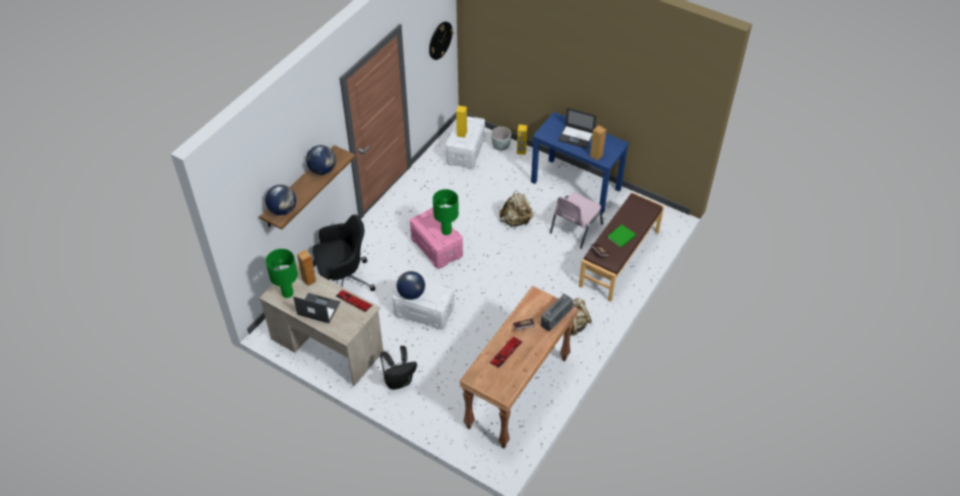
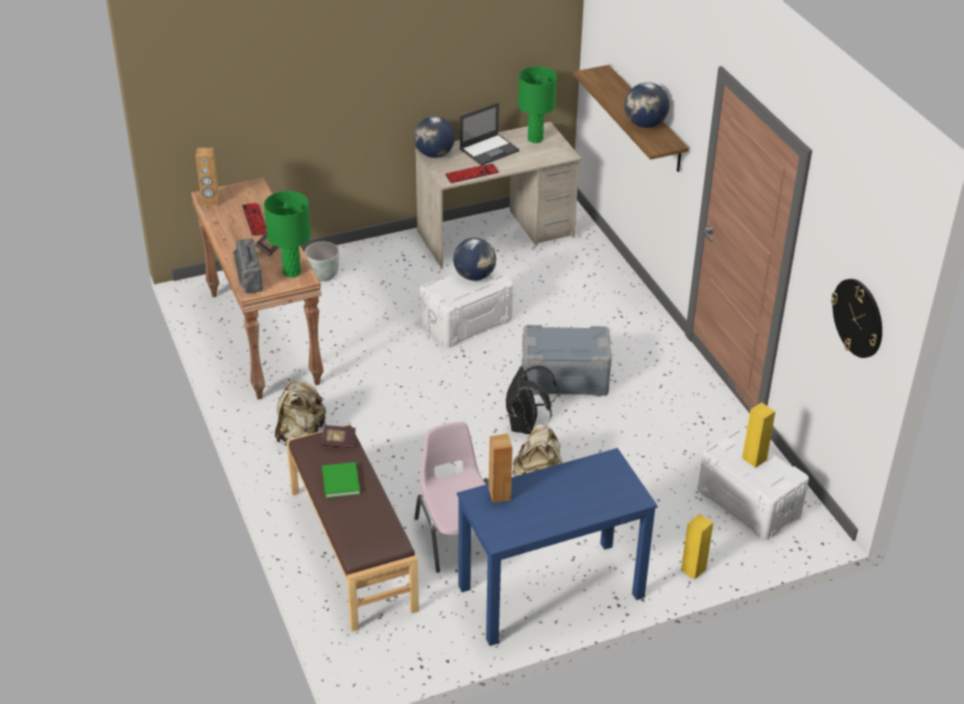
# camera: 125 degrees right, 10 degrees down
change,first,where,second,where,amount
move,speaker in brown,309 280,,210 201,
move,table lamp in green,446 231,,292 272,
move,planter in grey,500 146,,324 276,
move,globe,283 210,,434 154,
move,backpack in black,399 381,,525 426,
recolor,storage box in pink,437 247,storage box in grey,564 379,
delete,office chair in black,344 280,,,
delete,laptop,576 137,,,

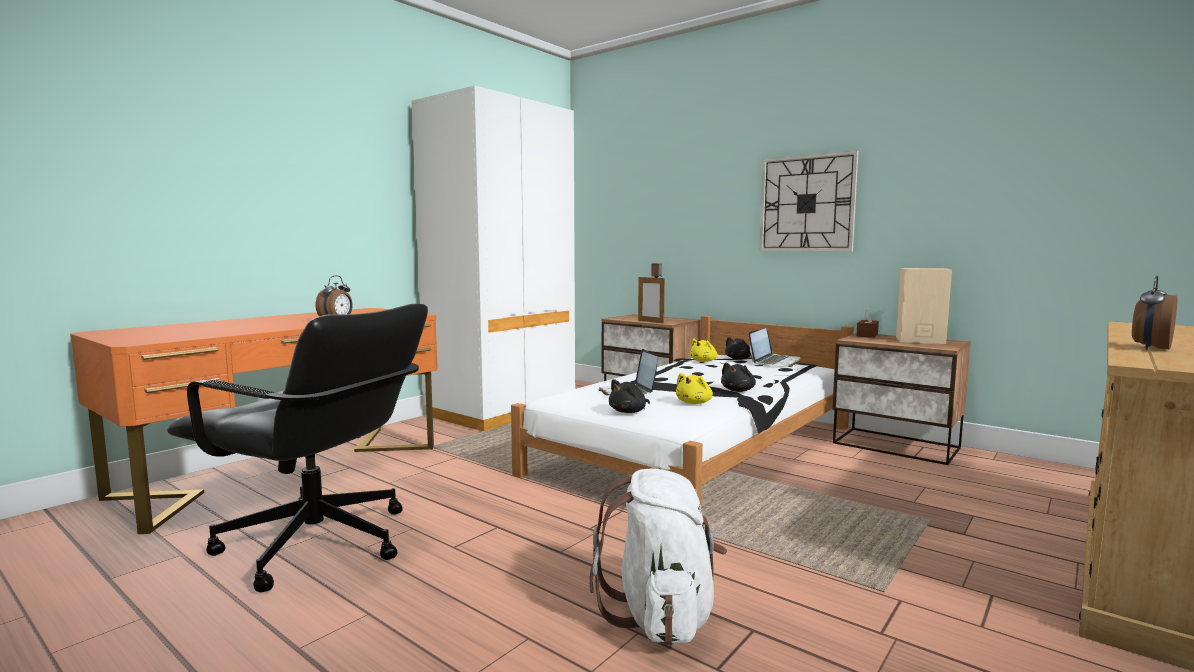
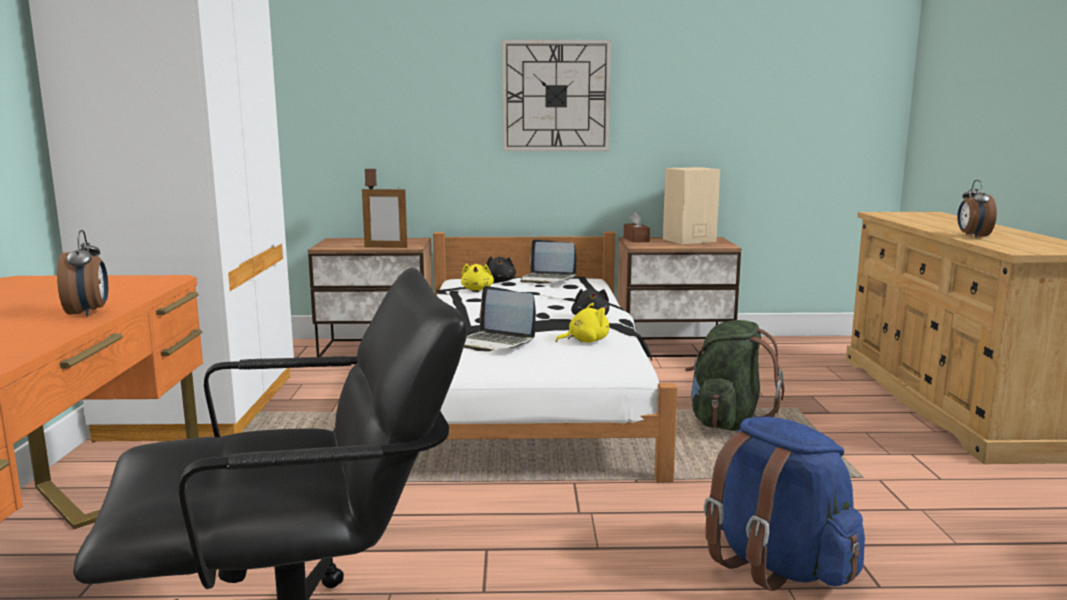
# camera: 40 degrees left, 5 degrees up
change,first,where,second,where,amount
rotate,laptop,775 362,,547 279,120 degrees clockwise
rotate,plush toy in yellow,694 403,,585 341,105 degrees counterclockwise
insert,,,backpack in green,727 423,
recolor,backpack in white,661 615,backpack in blue,776 565,
delete,plush toy in black,629 412,,,

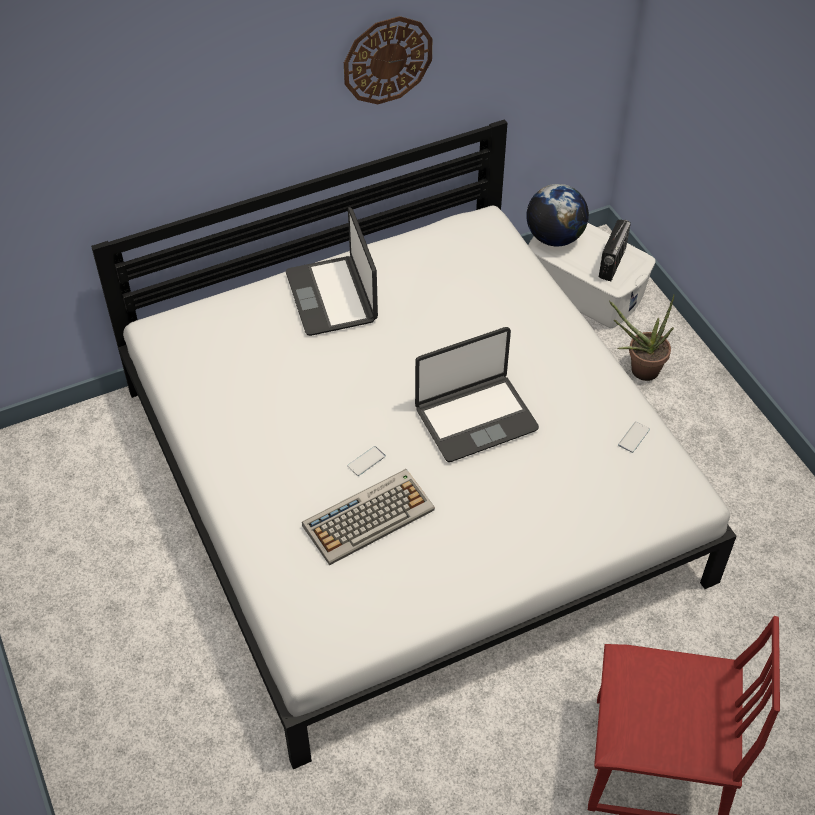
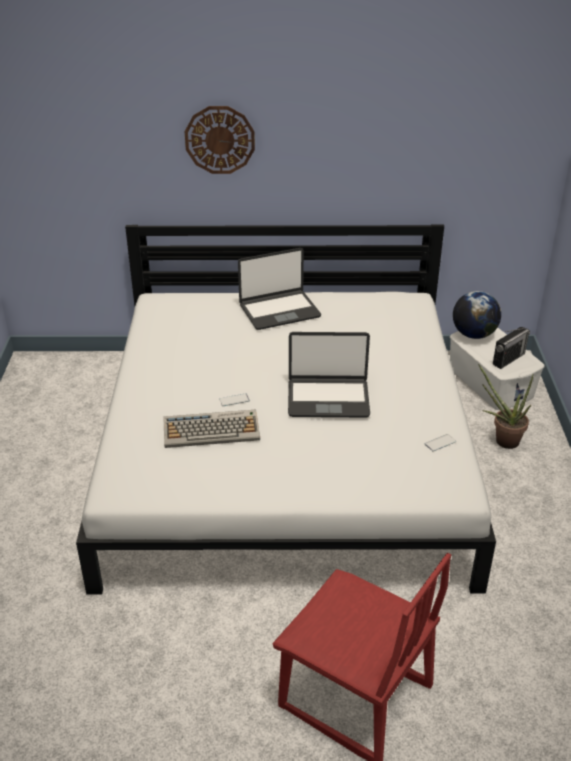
# camera: 25 degrees right, 15 degrees down
change,first,where,second,where,amount
move,wall clock,387 60,,220 140,
rotate,laptop,332 297,,279 311,120 degrees counterclockwise

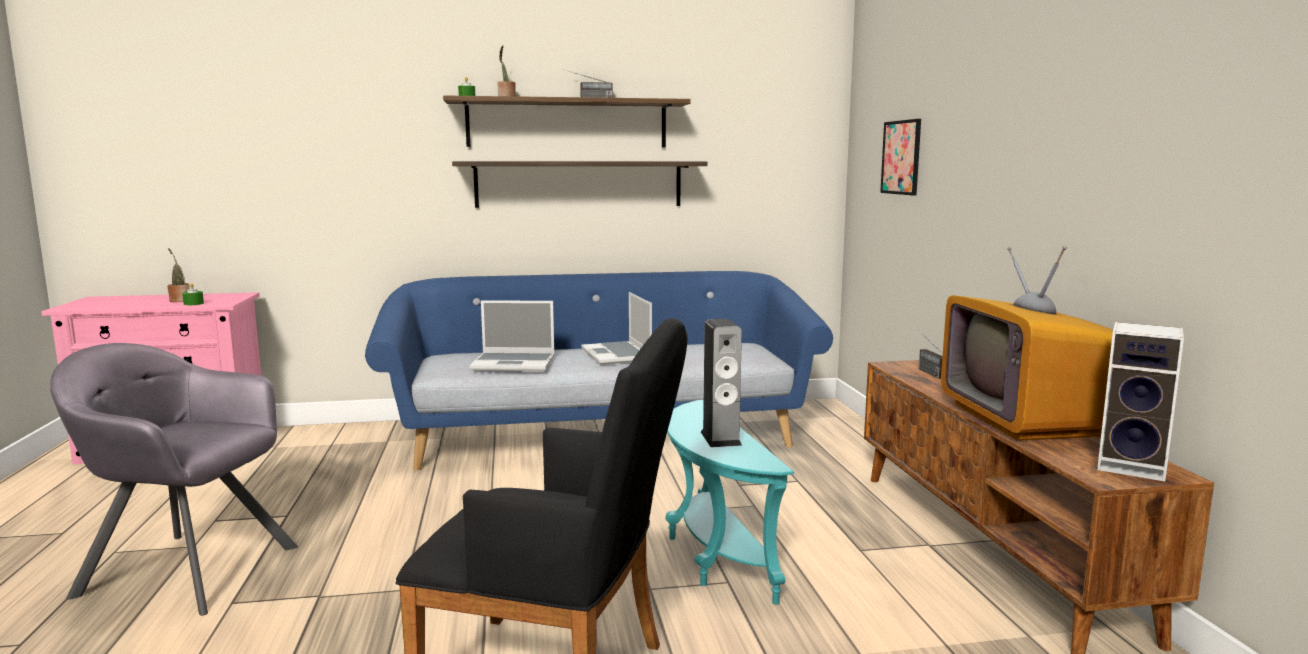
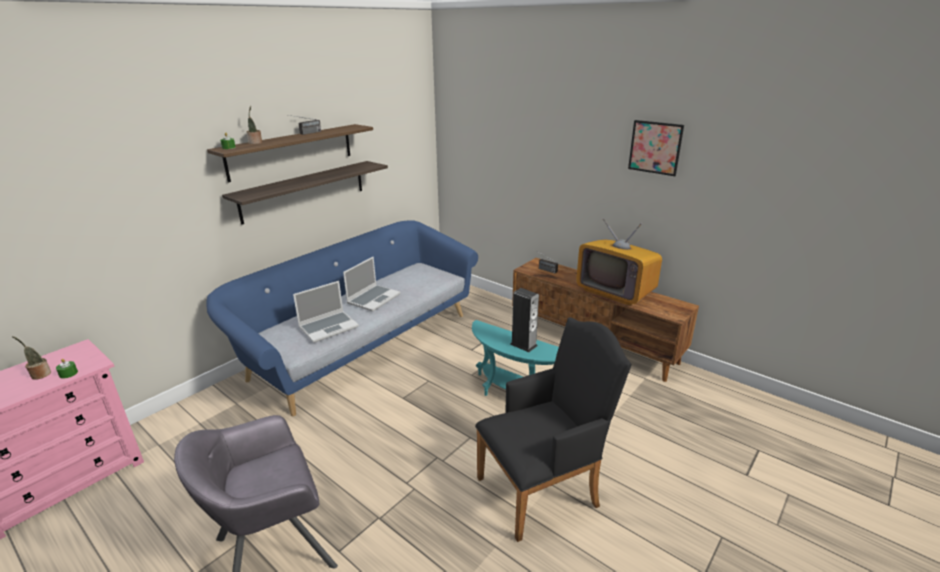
# camera: 40 degrees left, 15 degrees up
change,first,where,second,where,amount
rotate,laptop,617 355,,373 298,90 degrees counterclockwise
move,picture,901 157,,655 147,
delete,speaker,1134 467,,,

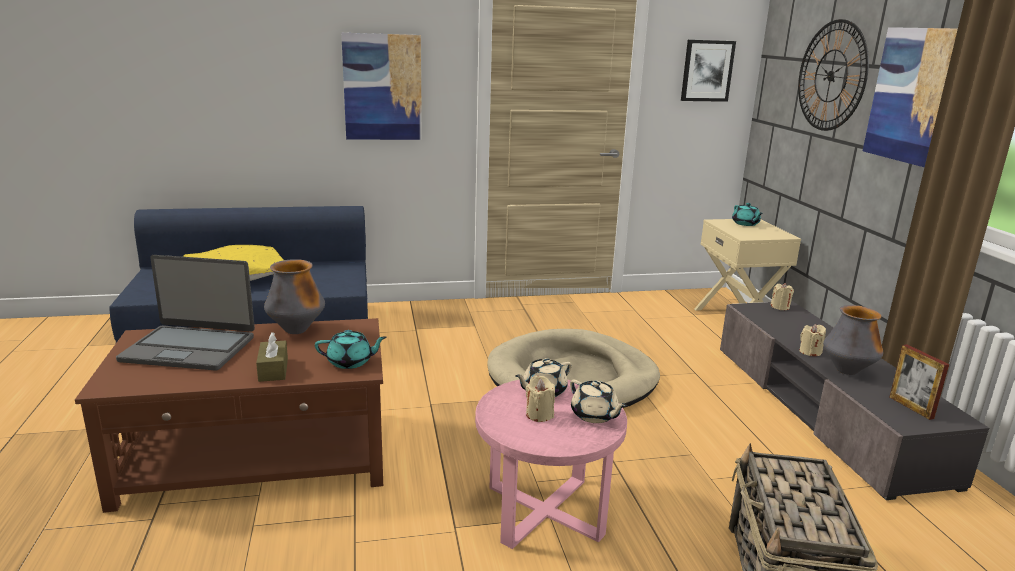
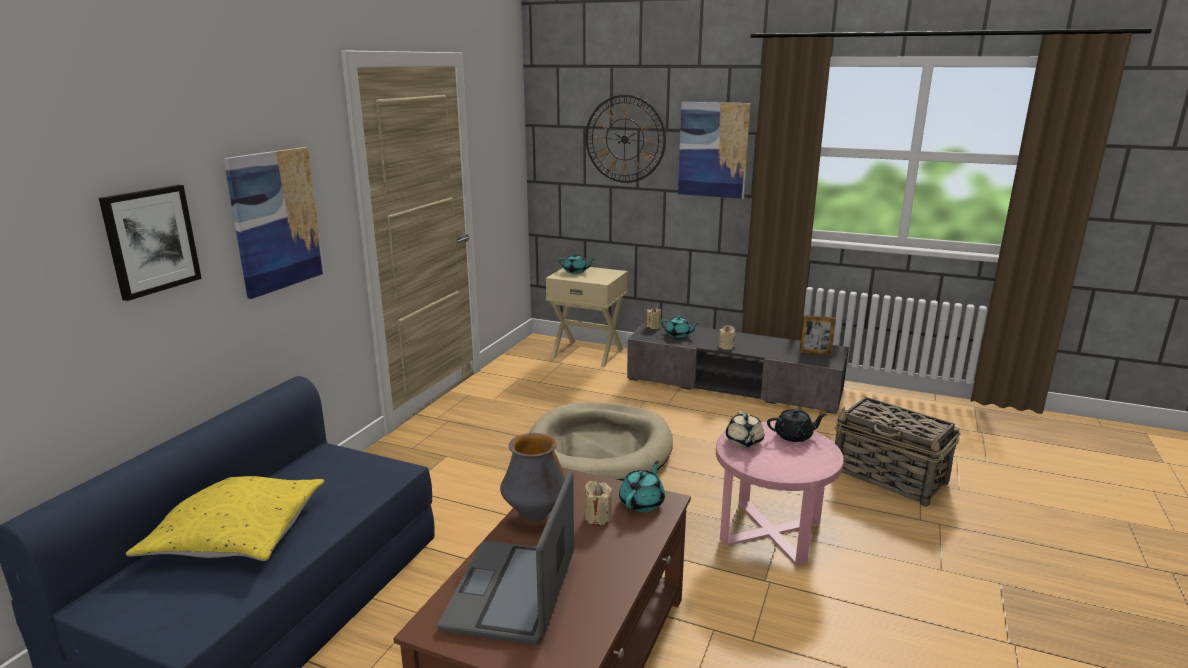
# camera: 55 degrees left, 0 degrees up
change,first,where,second,where,amount
move,picture,707 71,,151 240,
rotate,laptop,190 348,,512 592,150 degrees clockwise
move,candle in beige,539 414,,598 517,
insert,,,teapot in turquoise,678 335,
recolor,teapot in beige,594 415,teapot in black,794 436,
delete,tissue box in brown,273 369,,,
delete,vase,847 371,,,

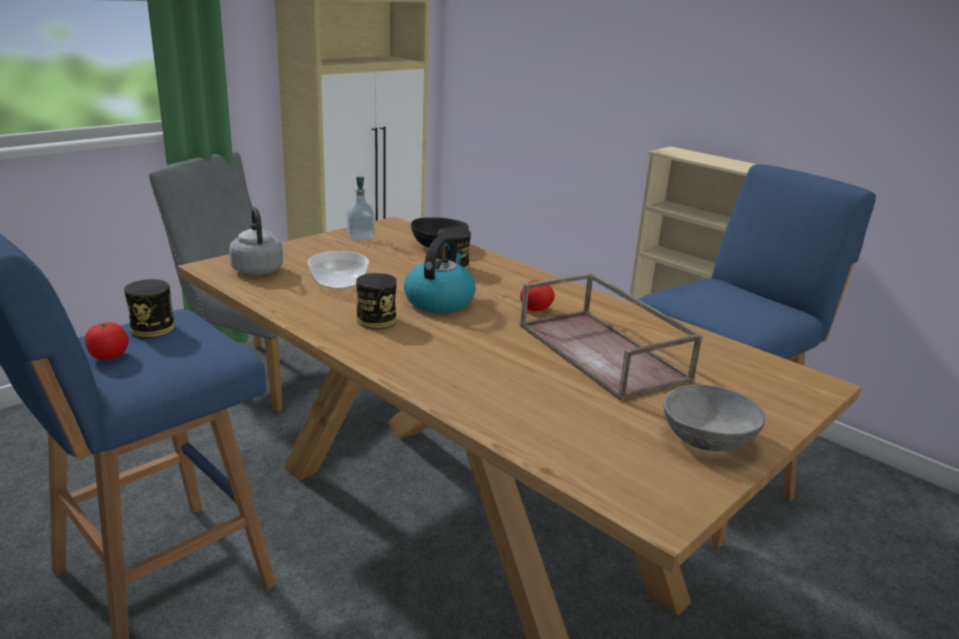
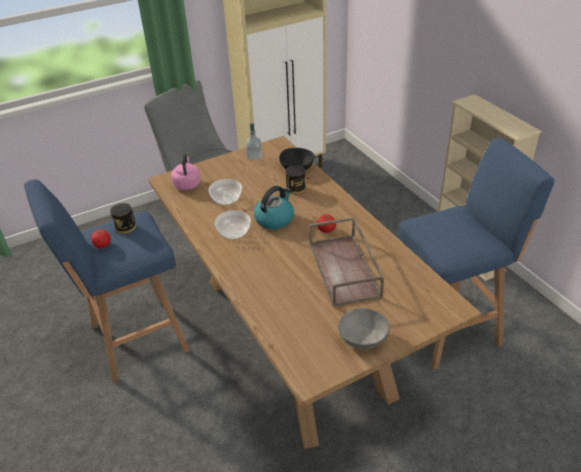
# camera: 20 degrees right, 15 degrees up
change,first,where,second,where,amount
recolor,kettle in grey,257 269,kettle in pink,187 184,
replace,can,376 320,bowl,234 232,

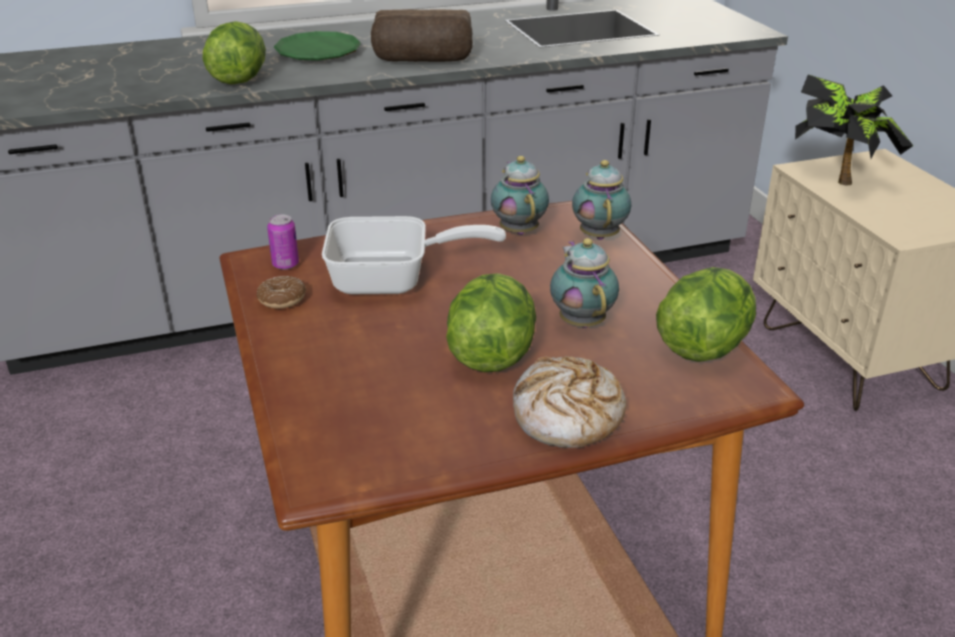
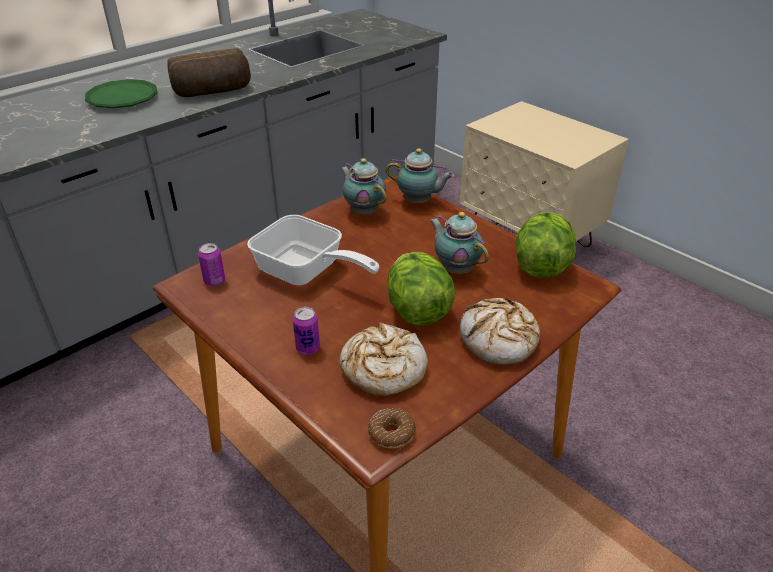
# camera: 25 degrees left, 5 degrees up
change,first,where,second,where,amount
rotate,frying pan,393 280,,306 272,60 degrees clockwise
insert,,,can,308 348,
insert,,,bread,383 369,
move,donut,282 299,,391 433,
rotate,teapot,599 235,,419 202,135 degrees clockwise
delete,lettuce,239 79,,,
delete,potted plant,839 176,,,

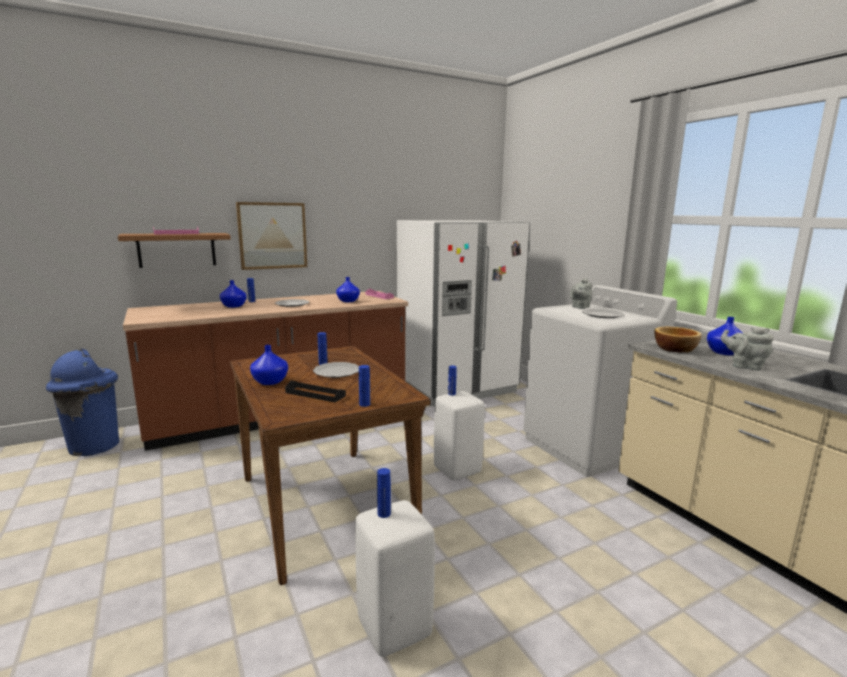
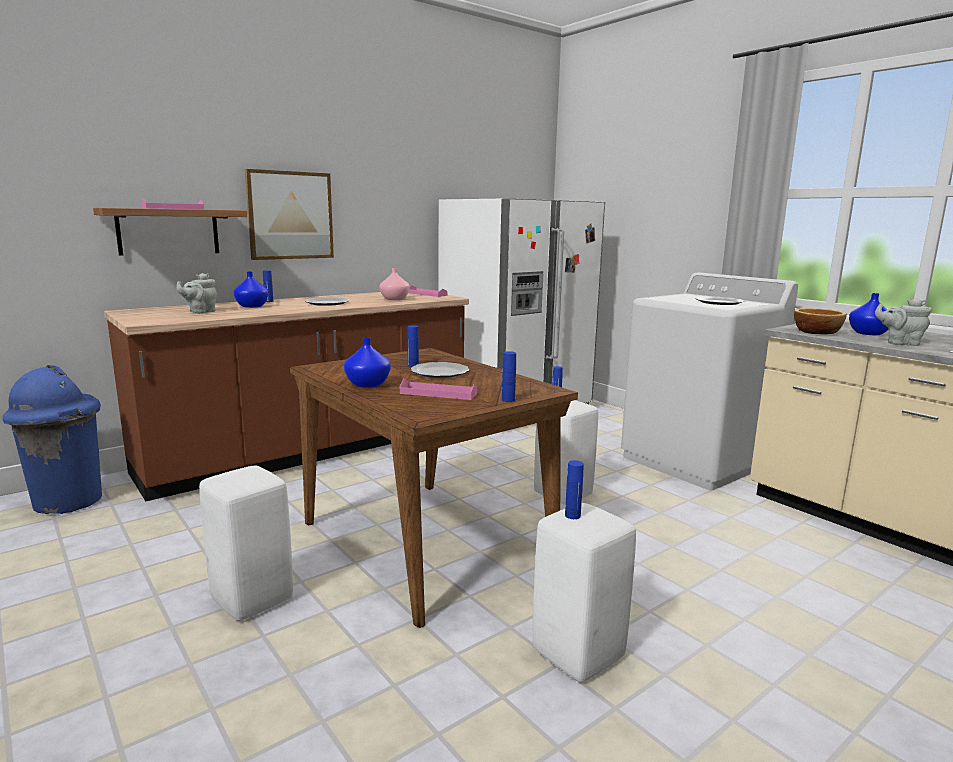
# camera: 10 degrees left, 0 degrees up
change,first,where,second,where,amount
move,teapot in grey,579 307,,200 312,
insert,,,stool in white,250 599,
recolor,vase in blue,348 301,vase in pink,394 299,
recolor,tray in black,315 394,tray in pink,438 393,

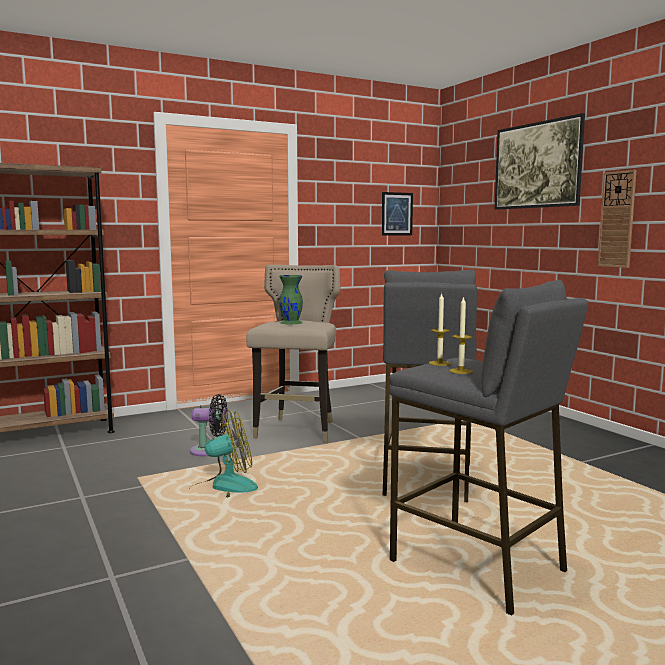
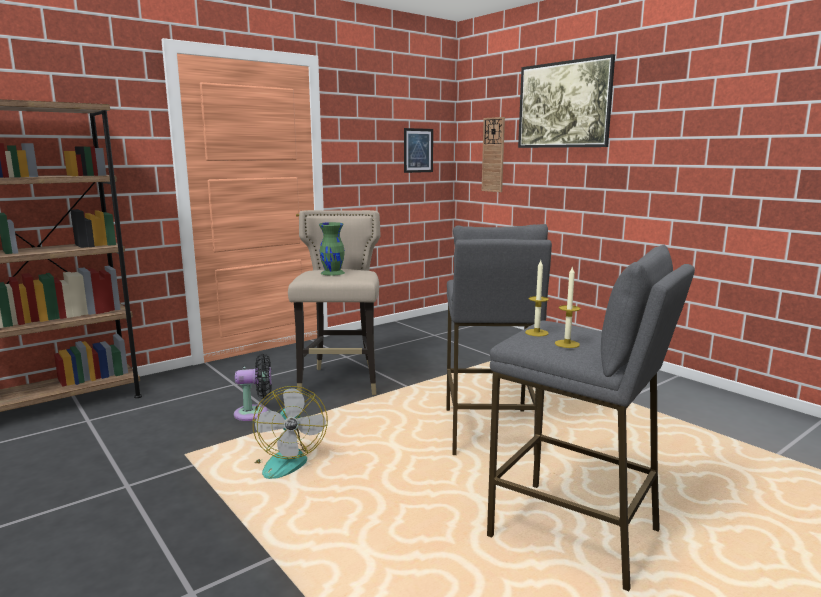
# camera: 10 degrees left, 5 degrees up
change,first,where,second,where,amount
rotate,fan,223 488,,284 460,105 degrees clockwise
move,wall clock,617 219,,493 155,

